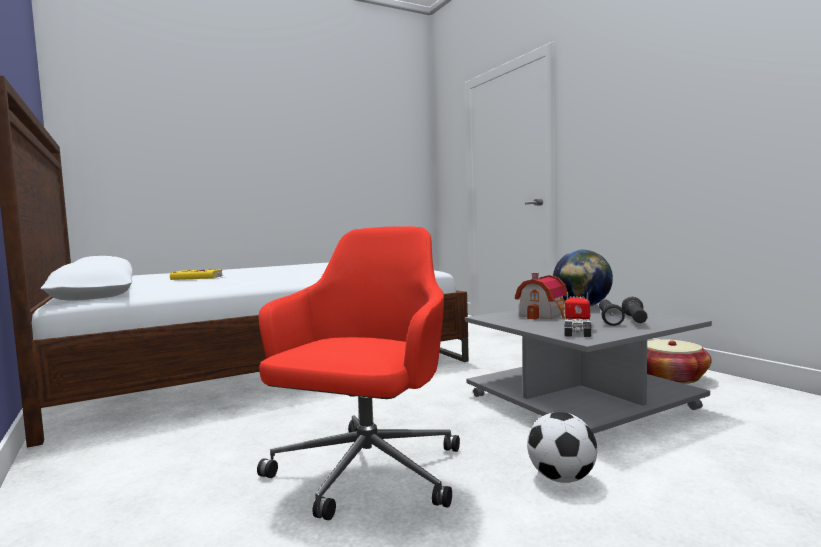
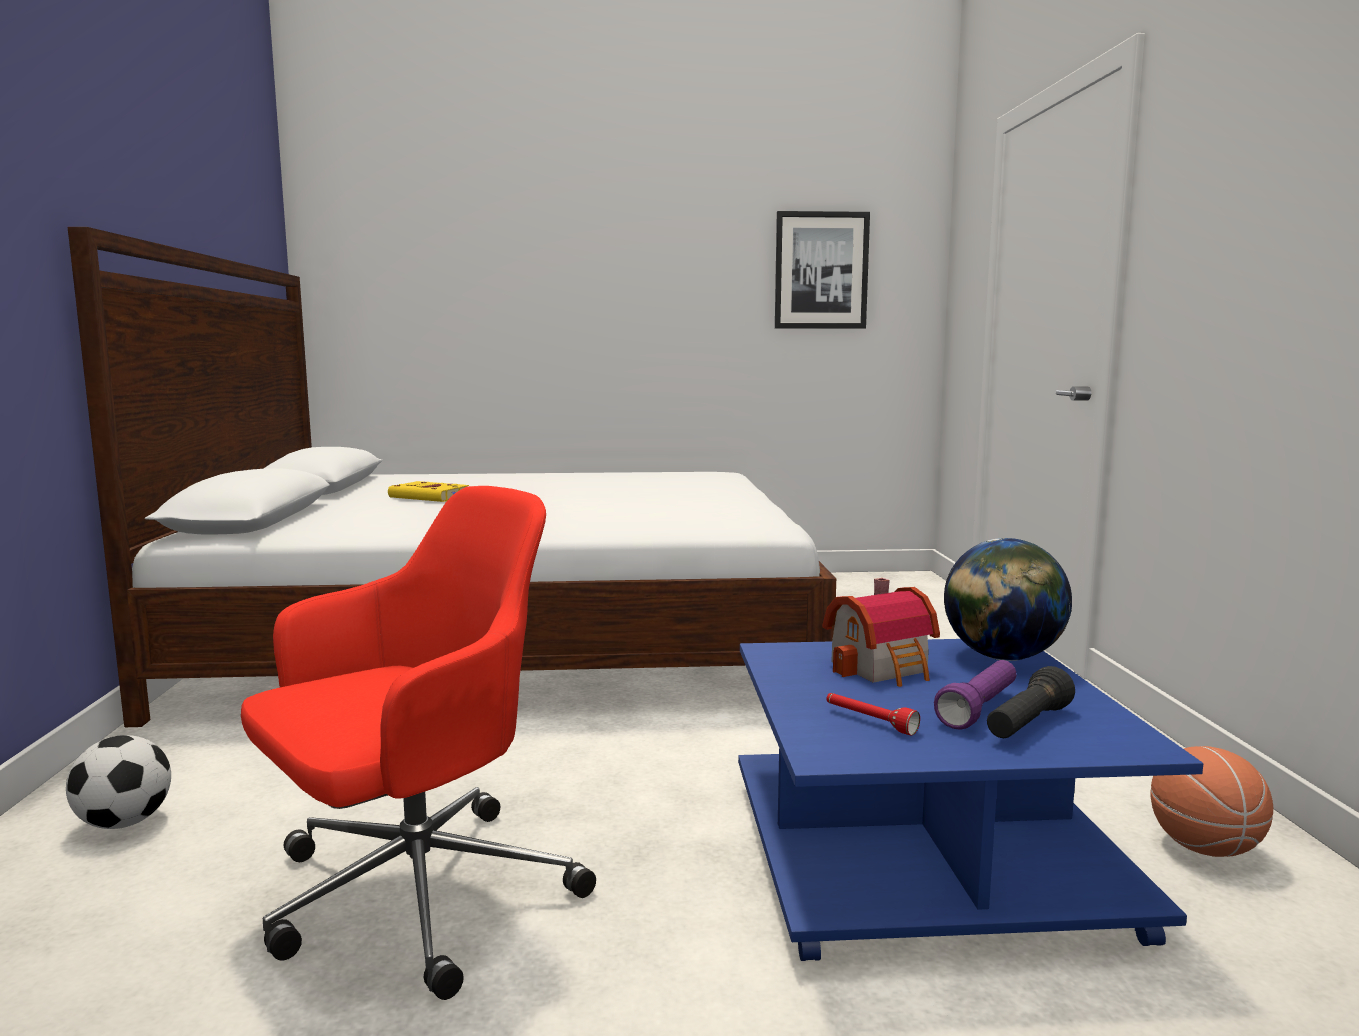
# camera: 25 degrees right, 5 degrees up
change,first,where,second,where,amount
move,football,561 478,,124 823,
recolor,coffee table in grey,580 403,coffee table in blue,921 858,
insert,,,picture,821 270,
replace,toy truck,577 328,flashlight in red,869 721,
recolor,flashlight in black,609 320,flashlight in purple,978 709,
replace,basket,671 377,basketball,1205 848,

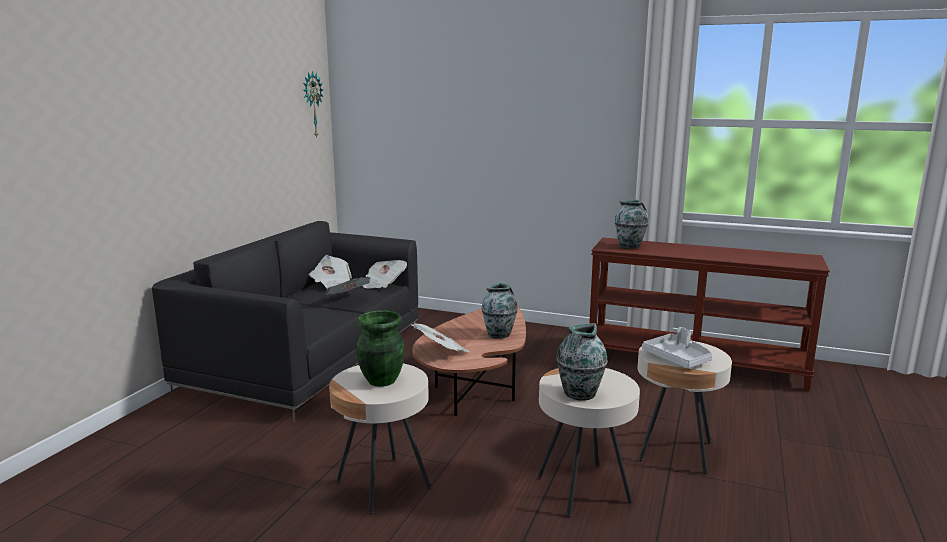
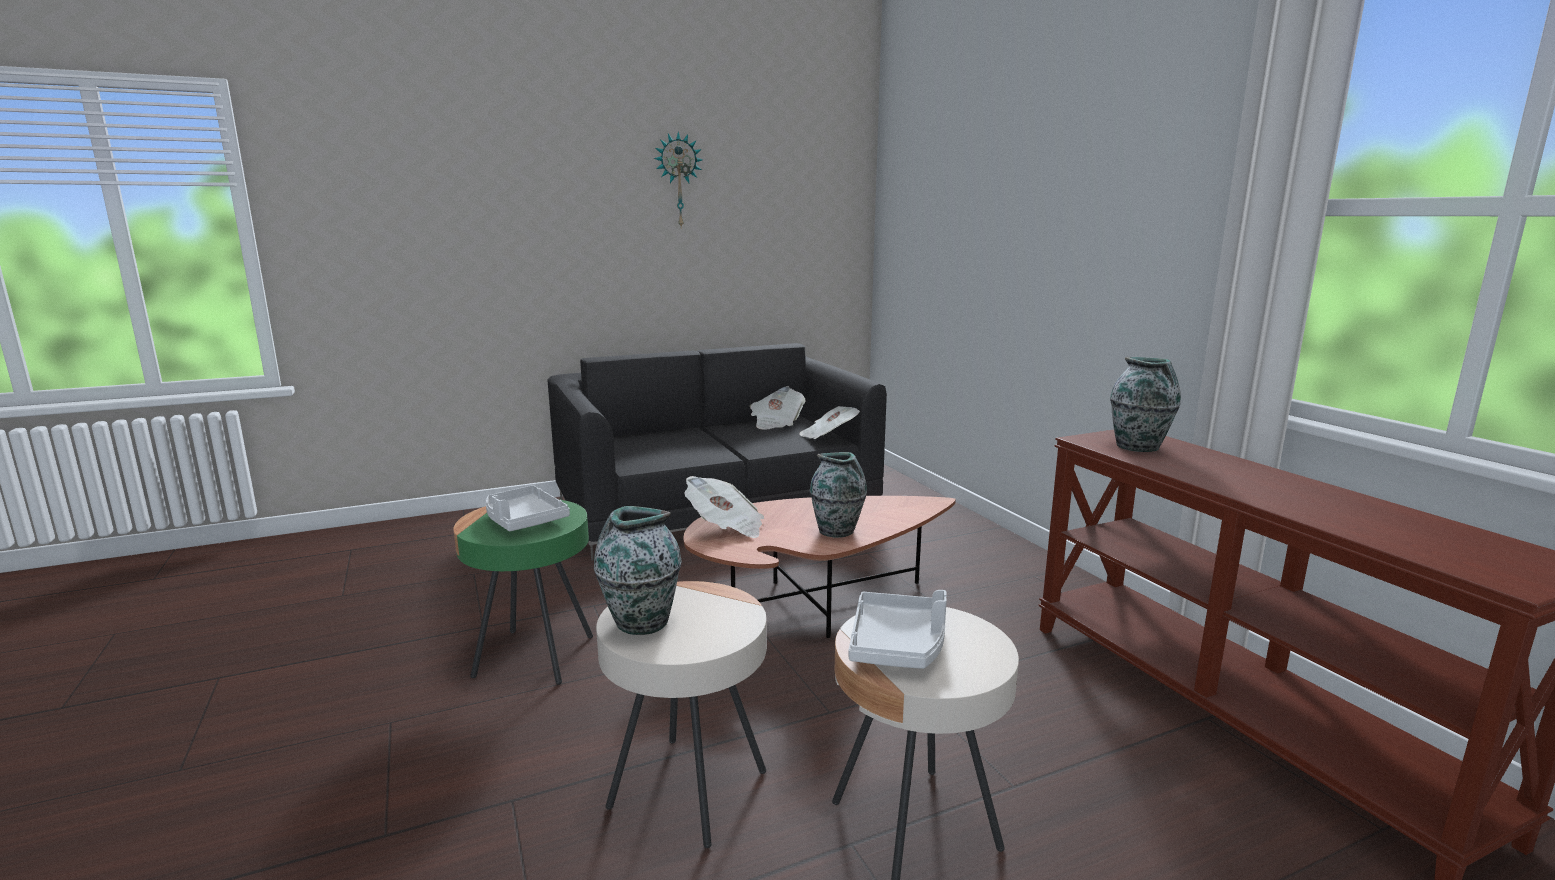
# camera: 45 degrees right, 0 degrees up
change,first,where,second,where,amount
recolor,side table in beige,383 484,side table in green,534 656,
replace,vase in green,381 381,tray in grey,523 520,
move,wall clock,312 105,,678 181,
delete,newspaper,348 298,,,

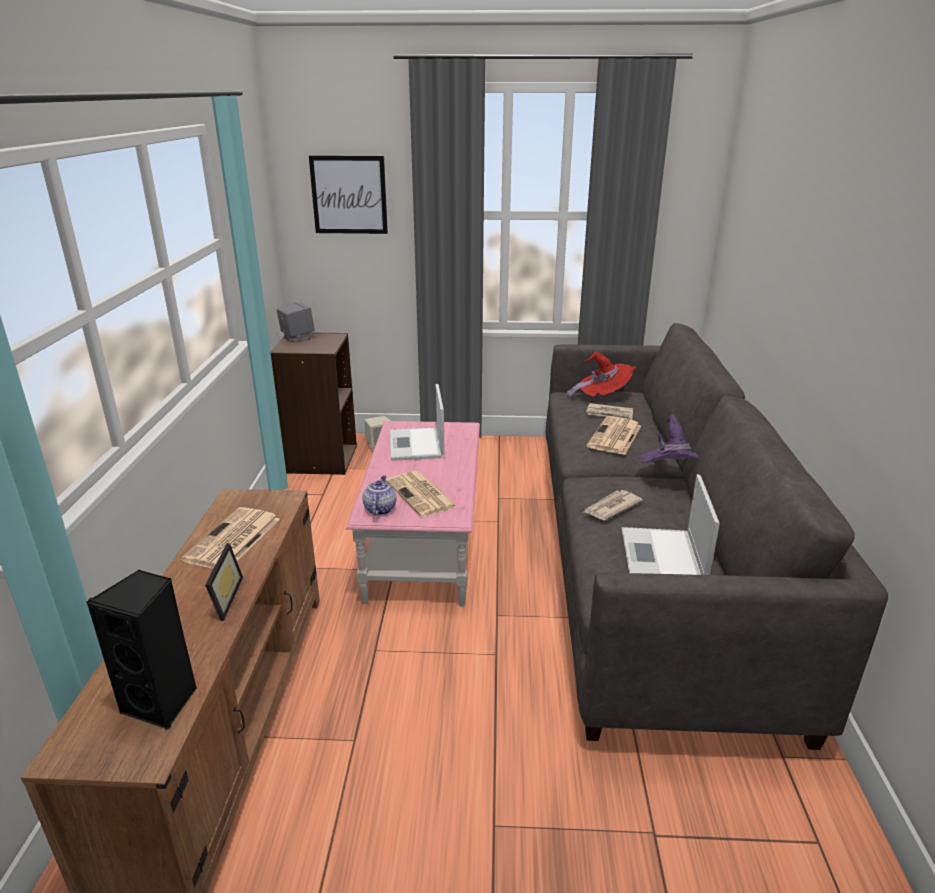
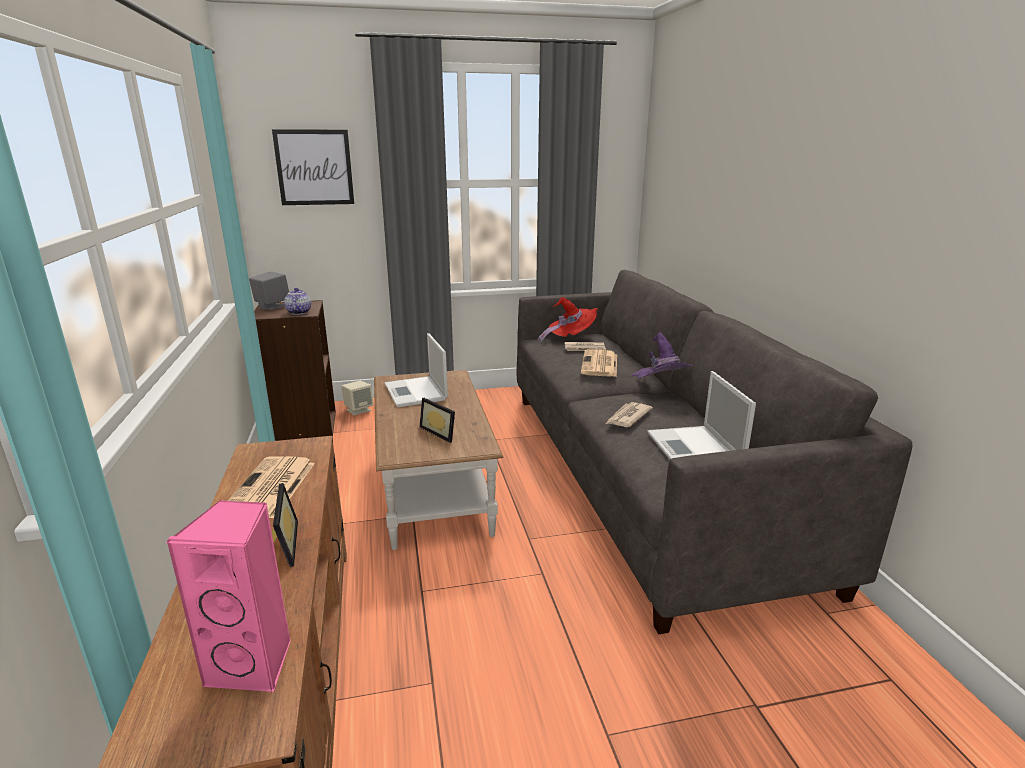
# camera: 15 degrees left, 5 degrees down
change,first,where,second,where,amount
recolor,speaker in black,163 703,speaker in pink,254 664,
move,teapot,380 509,,298 312,
recolor,coffee table in pink,424 542,coffee table in brown,433 485,
replace,newspaper,422 495,picture frame,441 432,

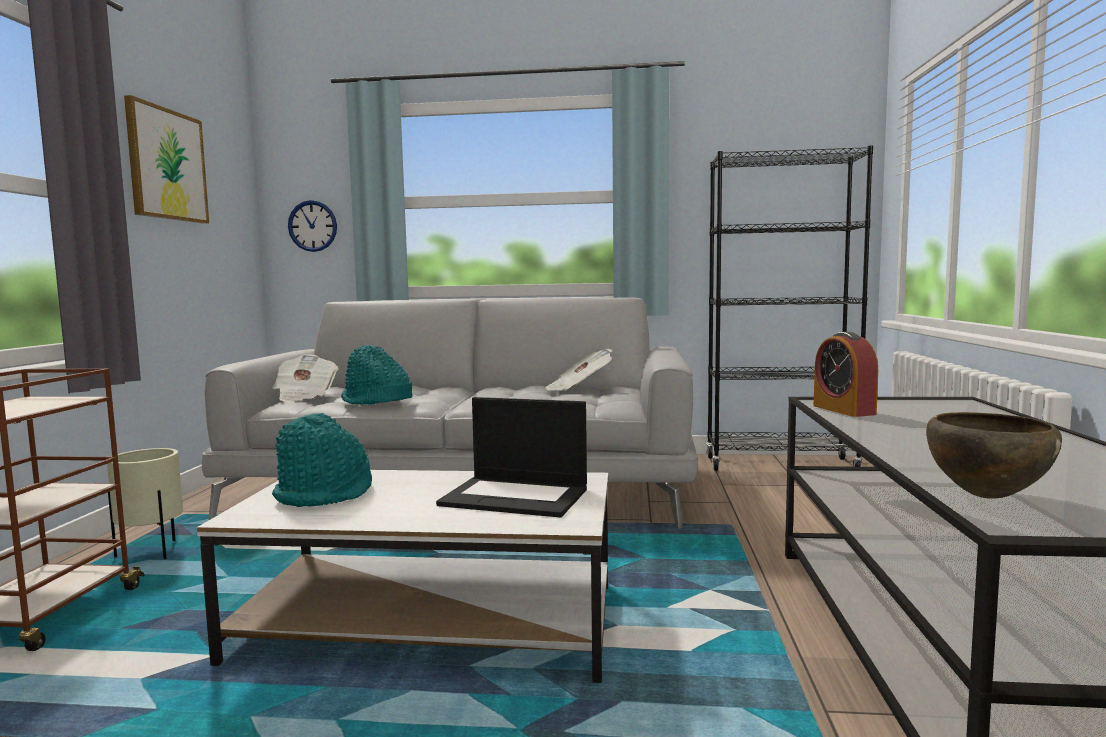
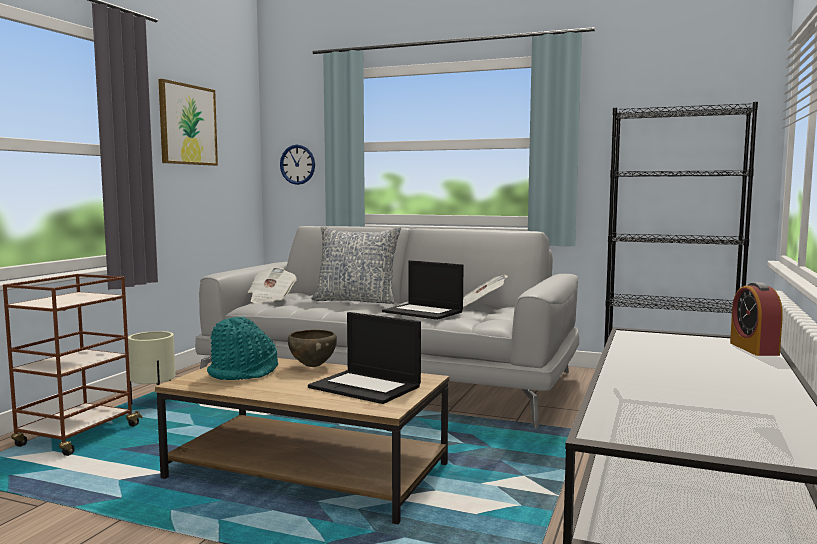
# camera: 15 degrees right, 0 degrees up
change,first,where,second,where,amount
recolor,coffee table in white,433 622,coffee table in brown,310 471,
move,bowl in brown,985 497,,312 366,
insert,,,pillow,356 300,
insert,,,laptop,424 312,
move,alarm clock,843 410,,754 349,
delete,hat in turquoise,376 401,,,

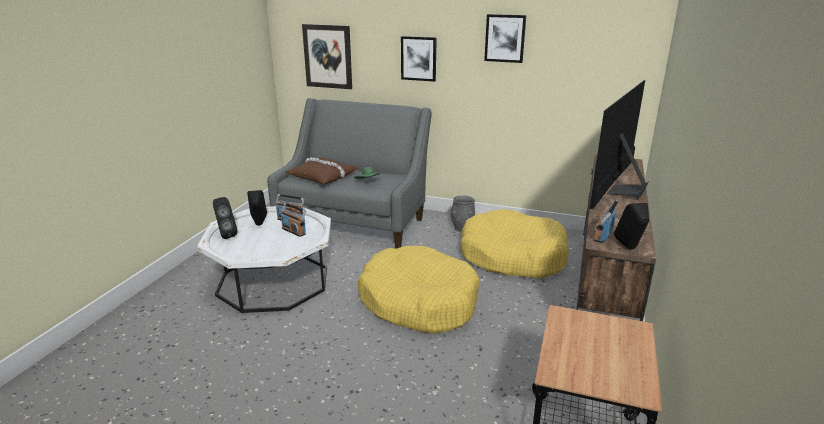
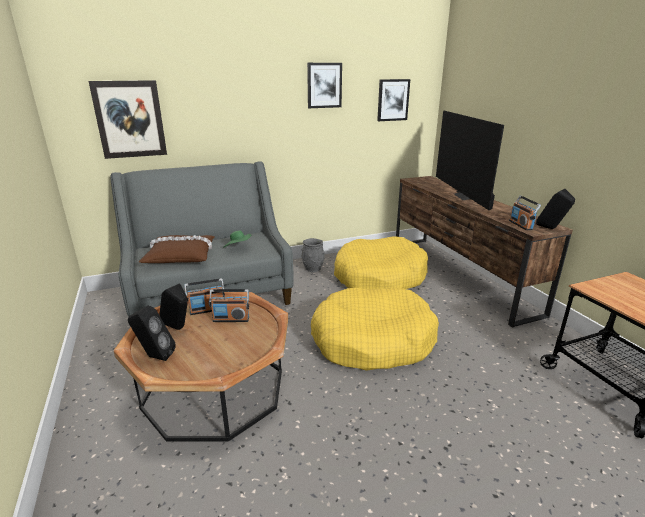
# camera: 40 degrees left, 0 degrees up
change,first,where,second,where,amount
recolor,coffee table in white,273 281,coffee table in brown,214 389,
move,picture,418 58,,393 100,

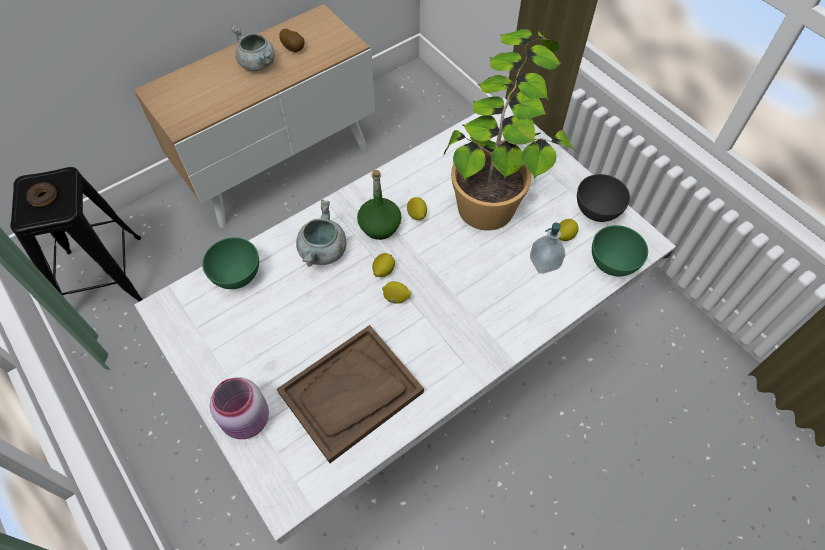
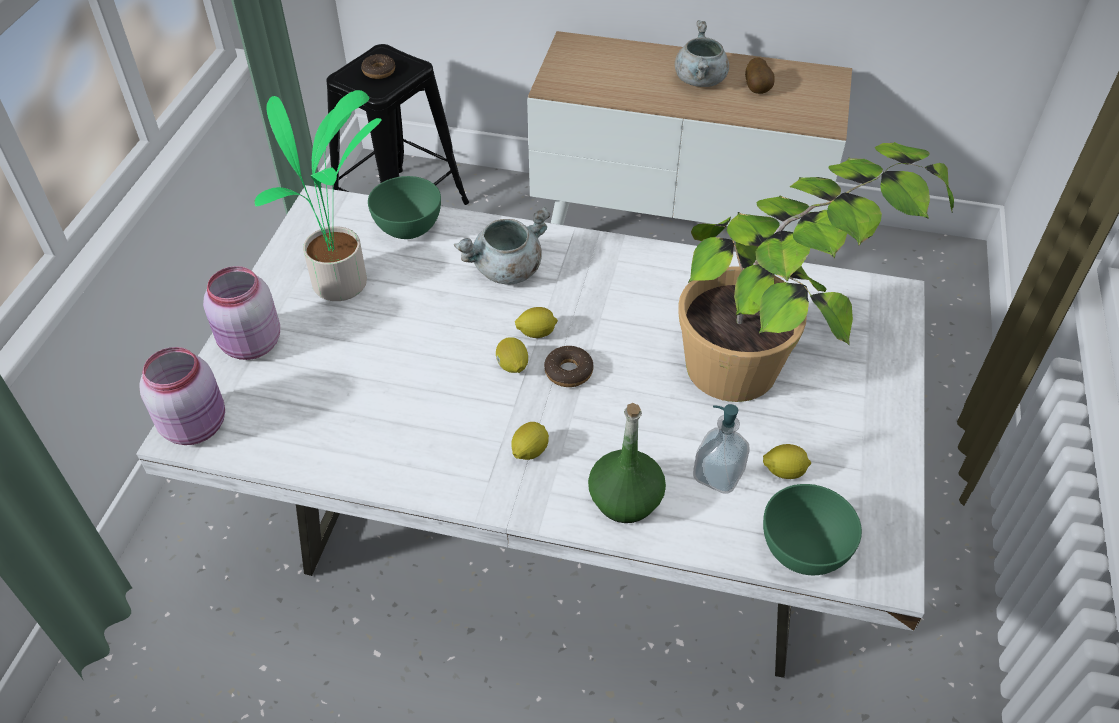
# camera: 50 degrees right, 10 degrees down
change,first,where,second,where,amount
insert,,,jar in pink,197 425,
insert,,,potted plant,344 285,
move,lemon,416 215,,529 451,
insert,,,donut,568 371,
move,bottle in green,380 226,,625 499,
delete,tray in brown,351 393,,,
delete,bowl in grey,597 211,,,

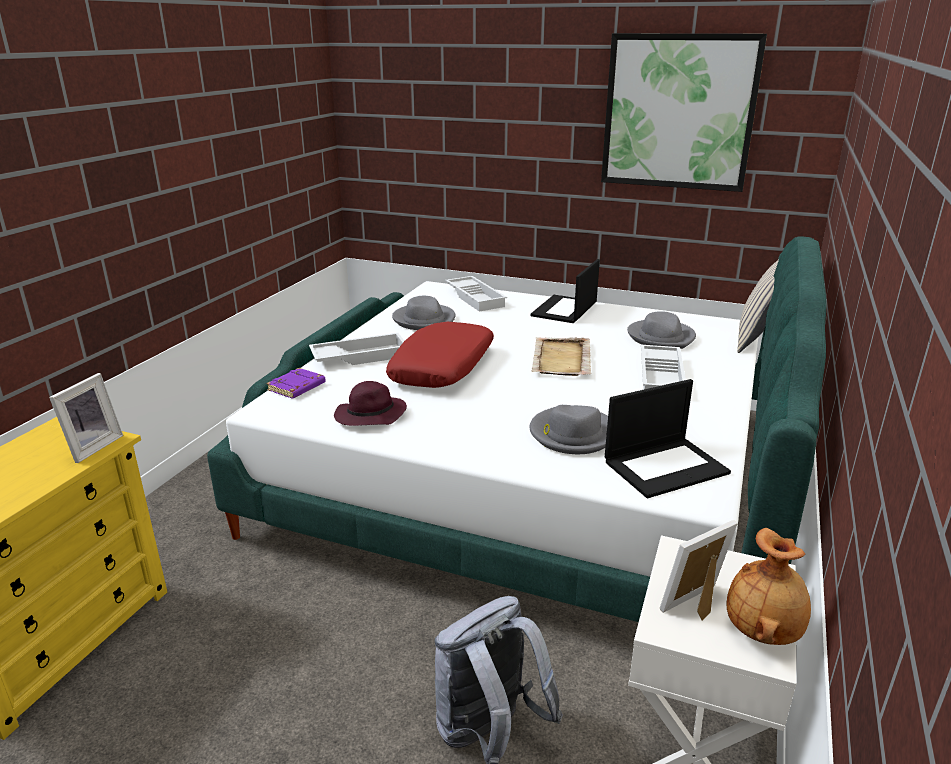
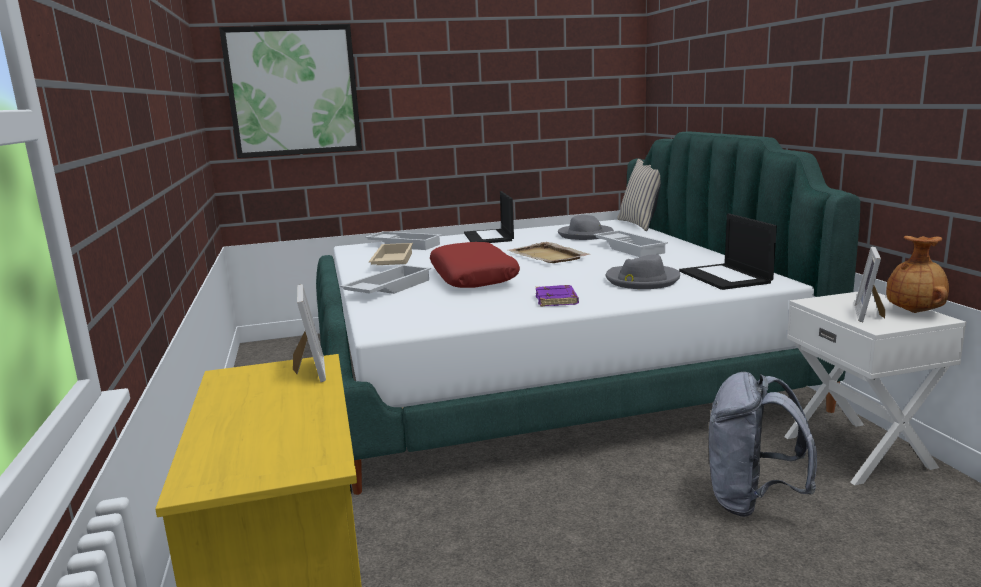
# camera: 35 degrees left, 10 degrees down
change,first,where,second,where,amount
move,picture,678 112,,293 91,
replace,hat in grey,424 320,tray in beige,391 262,
move,book in purple,297 387,,557 300,
rotate,laptop,666 466,,726 277,135 degrees clockwise
delete,hat in purple,369 416,,,

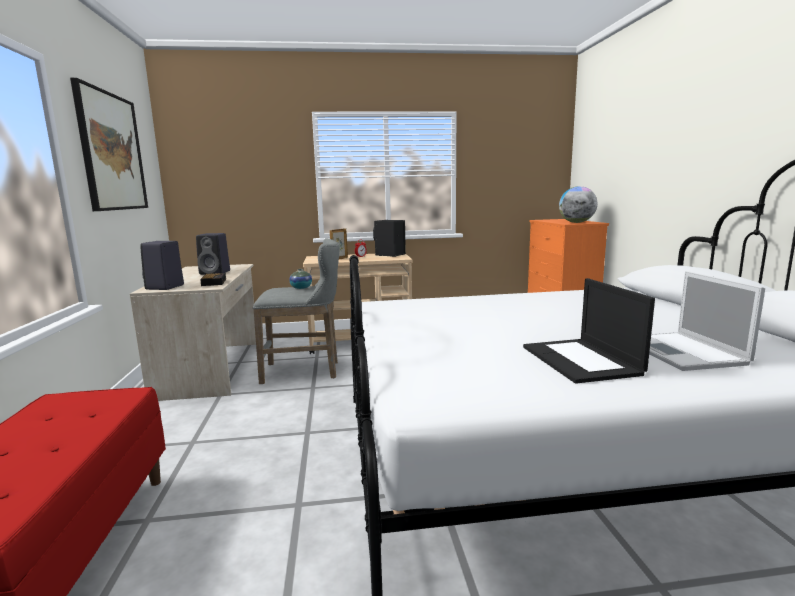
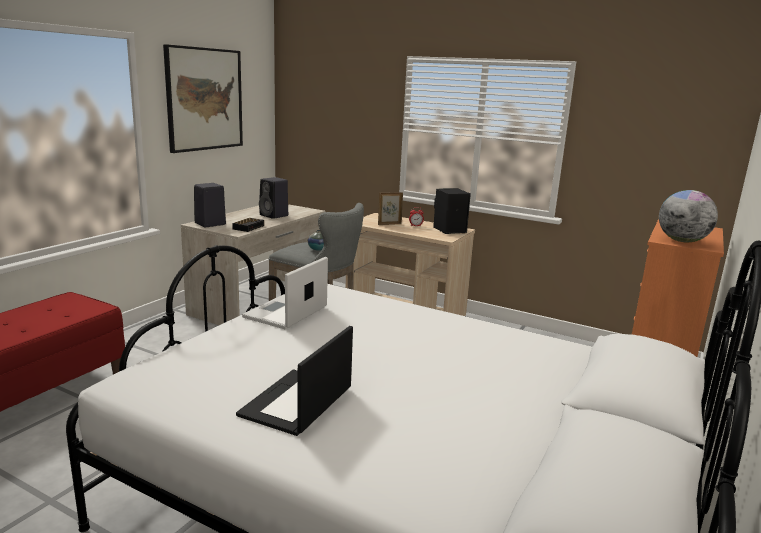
# camera: 35 degrees right, 5 degrees up
change,first,where,second,where,amount
move,laptop,683 352,,285 313,

